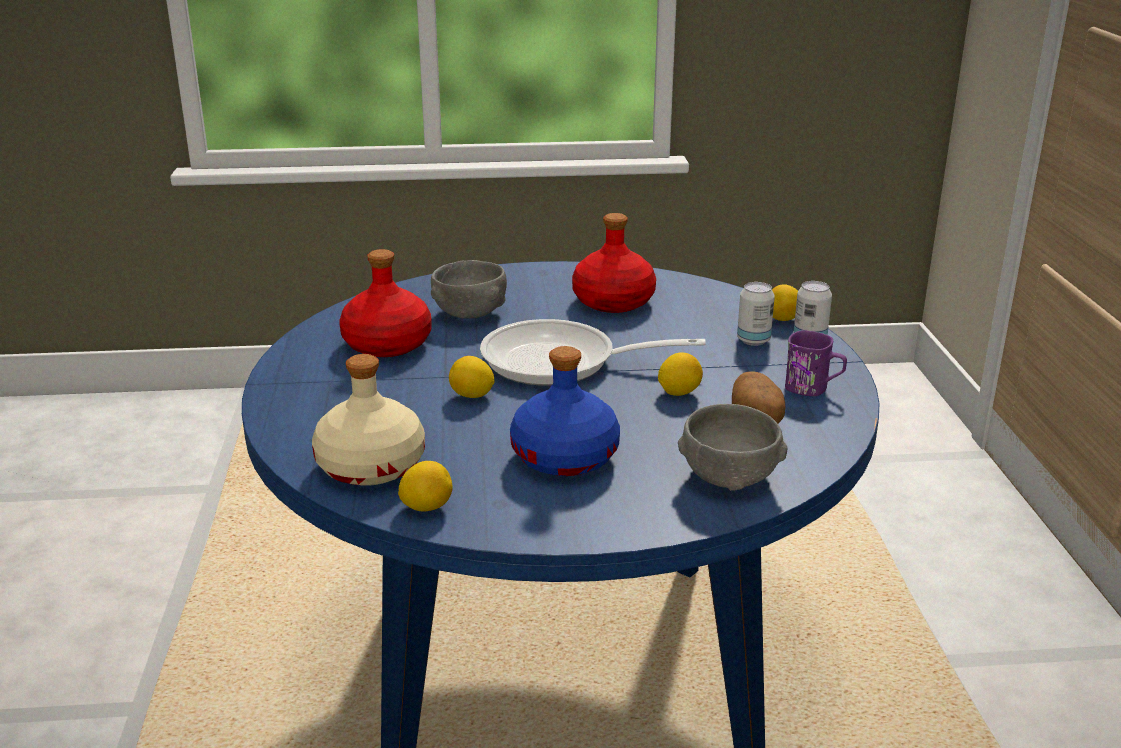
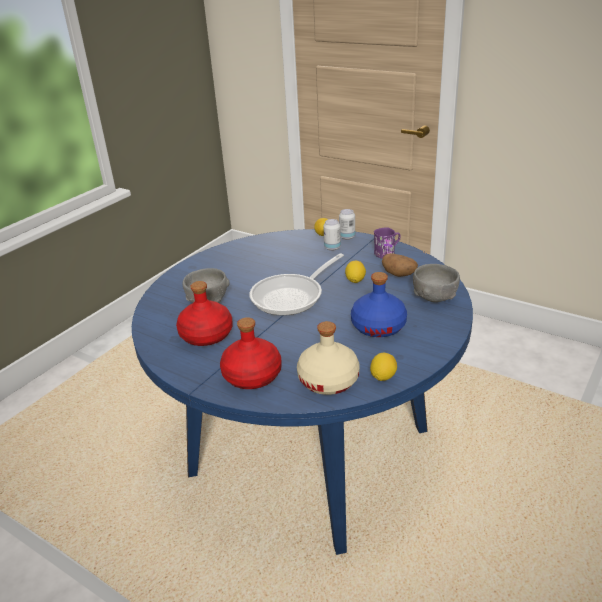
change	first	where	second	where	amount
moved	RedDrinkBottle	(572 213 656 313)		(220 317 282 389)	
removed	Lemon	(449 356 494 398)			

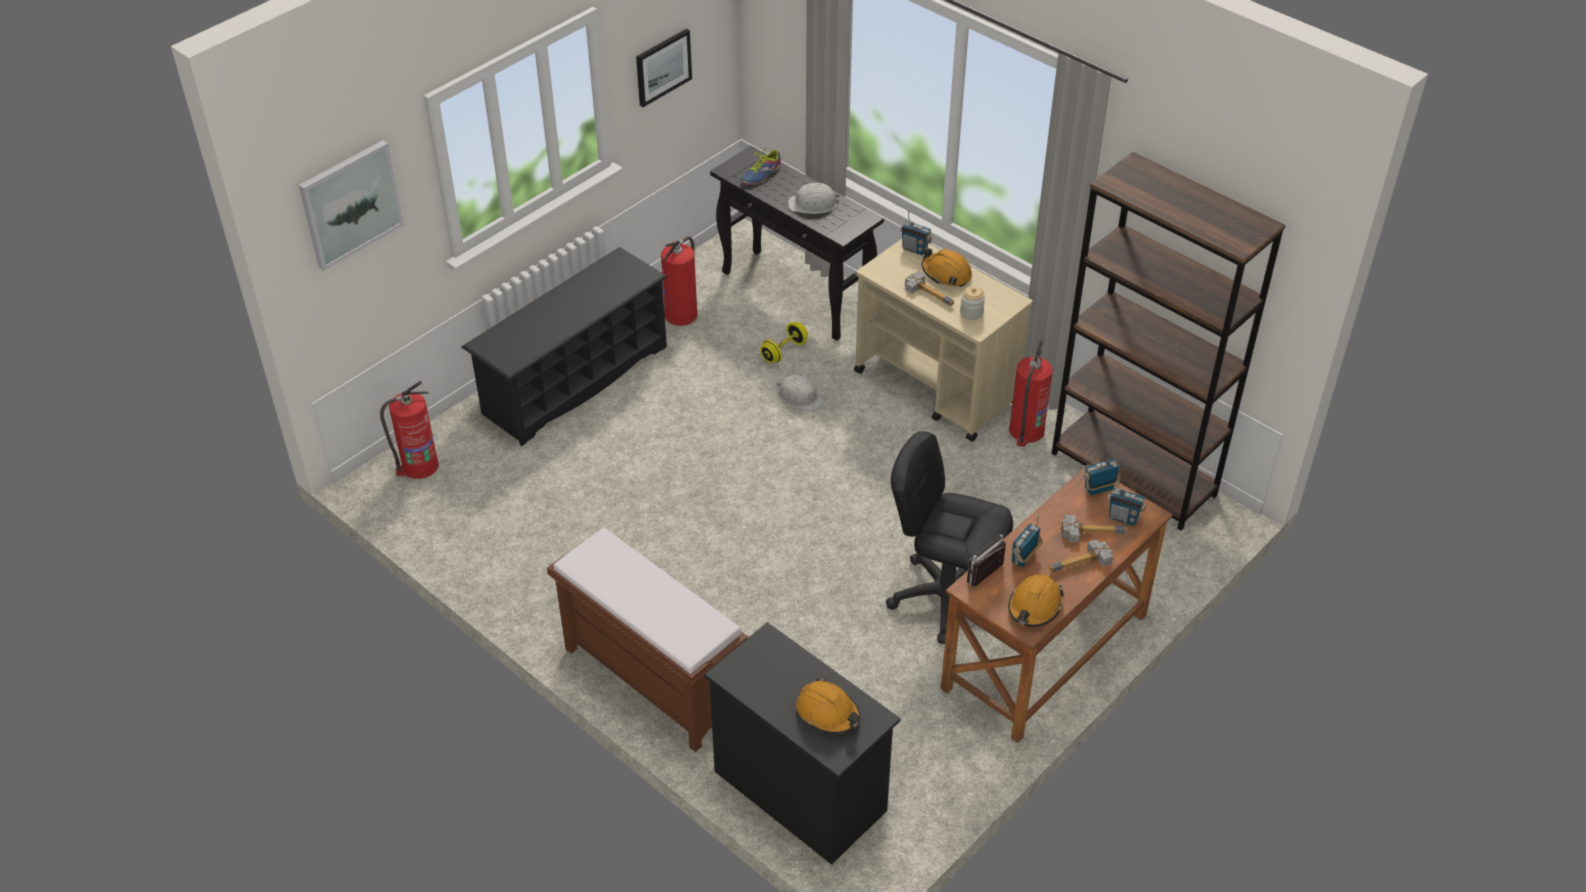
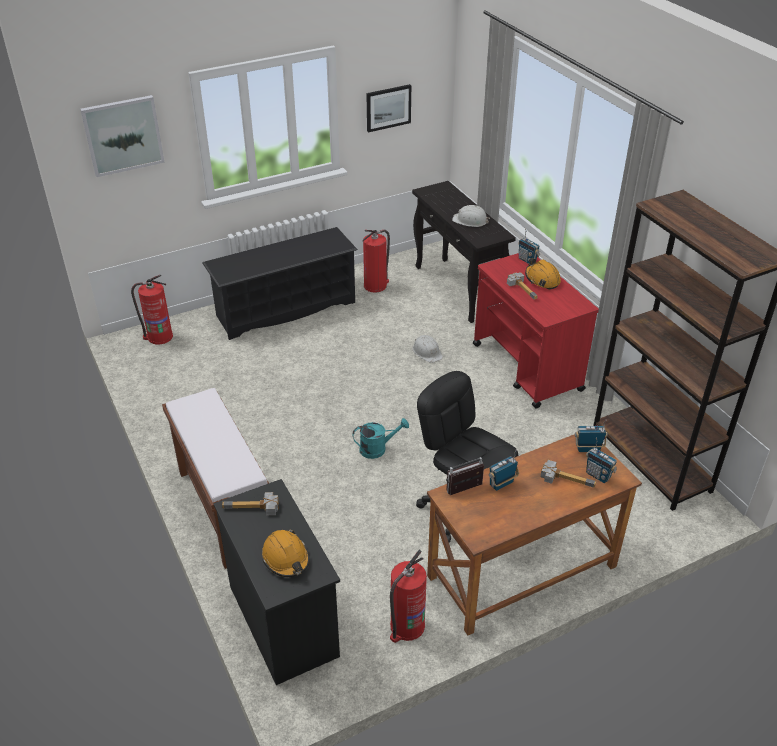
change	first	where	second	where	amount
moved	HandHammer	(1049 539 1114 572)		(222 492 279 515)	
added			TurquoiseSprinklingCan	(353 418 409 459)	
moved	FireExtinguisher	(1009 340 1053 447)		(390 550 427 643)	
recoloured	SandColouredCart	(854 239 1033 442)	RedCart	(473 253 599 409)	
removed	ItemOfFootwear	(741 146 781 185)			
removed	YellowColouredHandWeight	(760 322 808 363)			
removed	Jar	(960 286 985 320)			
removed	OrangeColouredSafetyHelmet	(1008 574 1064 627)			

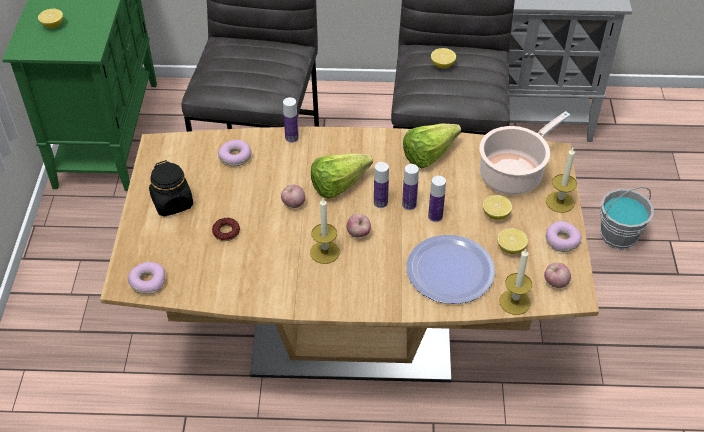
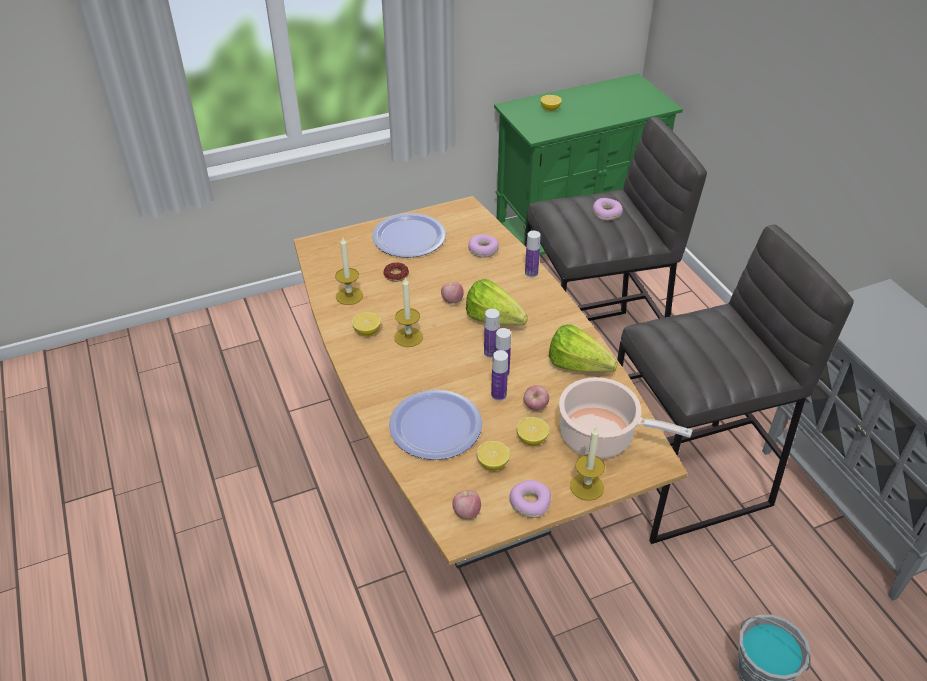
change	first	where	second	where	amount
moved	WaxCandle	(499 249 532 315)		(335 236 363 305)	
moved	Lemon	(431 48 456 68)		(352 312 381 335)	
replaced	BlackJar	(149 160 193 217)	FlatDish	(372 213 446 257)	
moved	WholeApple	(346 214 371 237)		(524 385 549 411)	
moved	Doughnut	(128 262 165 294)		(593 198 623 221)	

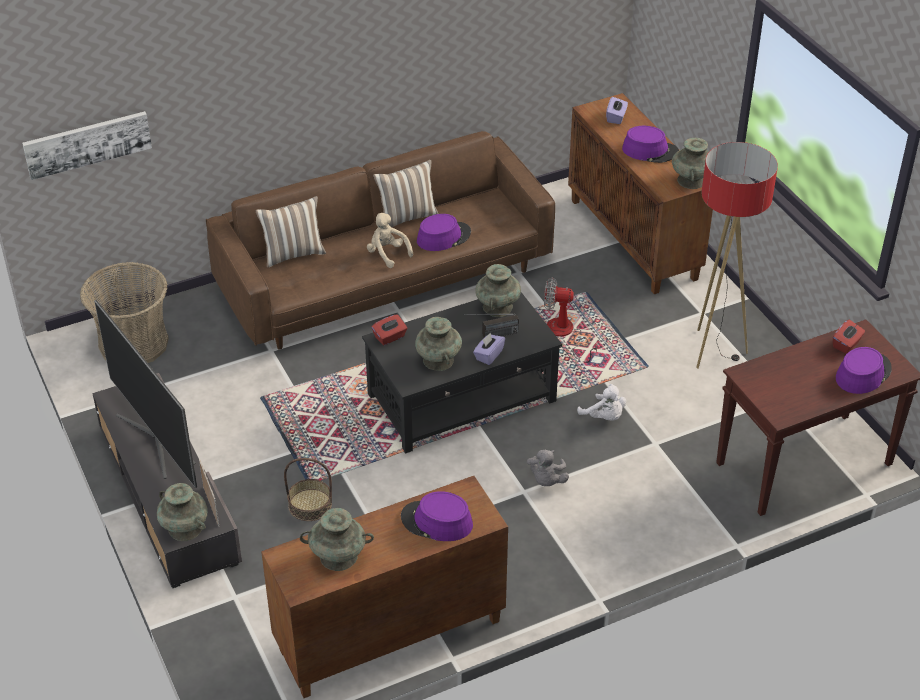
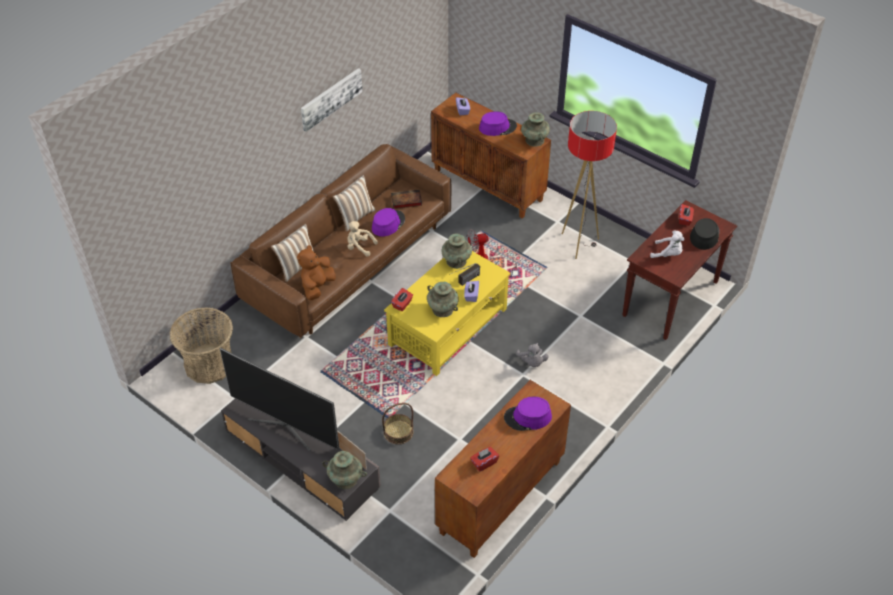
change	first	where	second	where	amount
added			BrownishCuddlyToy	(297 245 336 300)	
moved	WallArt	(22 111 152 180)		(301 68 363 132)	
recoloured	BlackCoffeeTable	(362 292 562 454)	YellowColouredCoffeeTable	(384 251 511 376)	
added			Book	(391 190 422 209)	
replaced	TurquoiseVase	(300 508 374 571)	RedTissueBox	(470 447 499 472)	
moved	WhitishCuddlyToy	(577 384 626 421)		(650 230 684 258)	
recoloured	PurpleColouredClothingHat	(836 347 892 394)	BlackClothingHat	(690 218 720 250)	

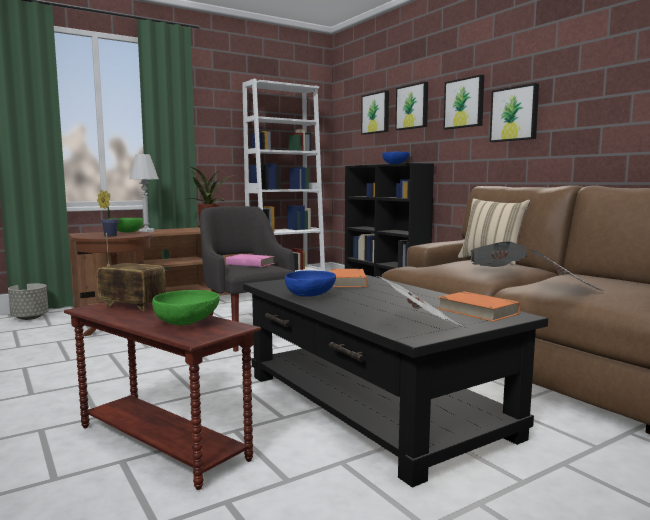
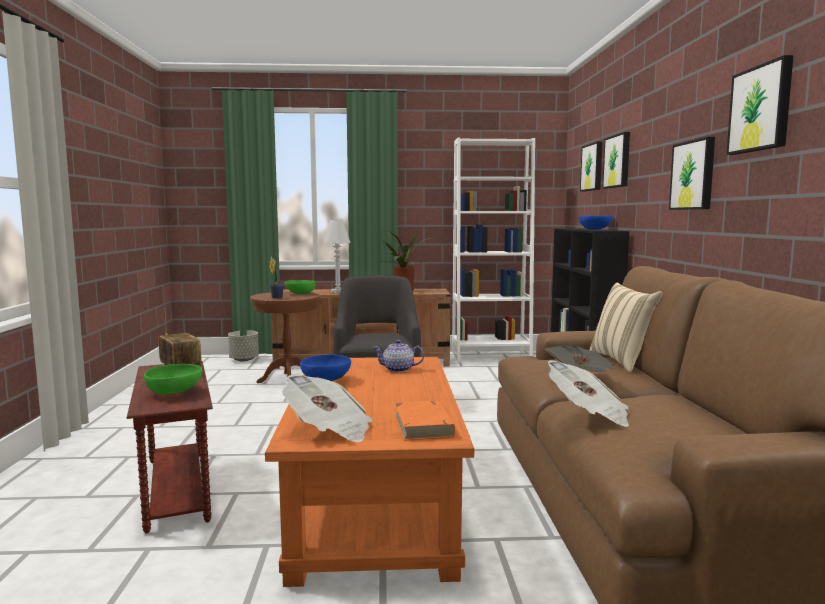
change	first	where	second	where	amount
recoloured	BlackCoffeeTable	(243 275 548 487)	OrangeColouredCoffeeTable	(265 357 475 587)	
replaced	OrangeColouredBook	(330 269 367 287)	TeaPot	(373 340 424 372)	
moved	WallArt	(443 75 484 129)		(726 55 794 155)	
removed	PinkishBook	(226 254 275 267)			

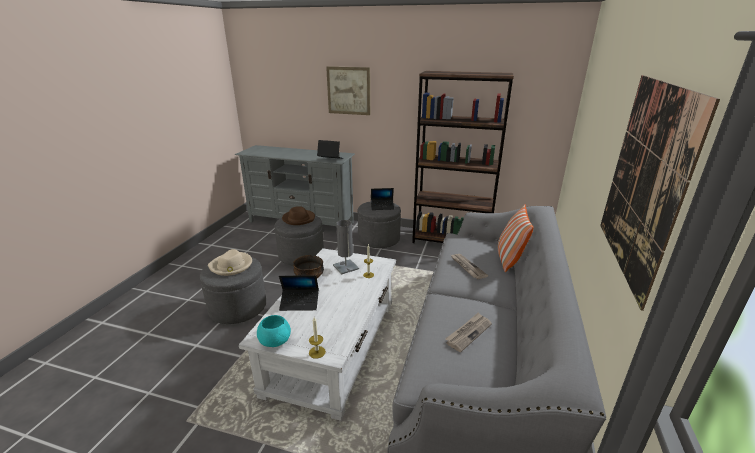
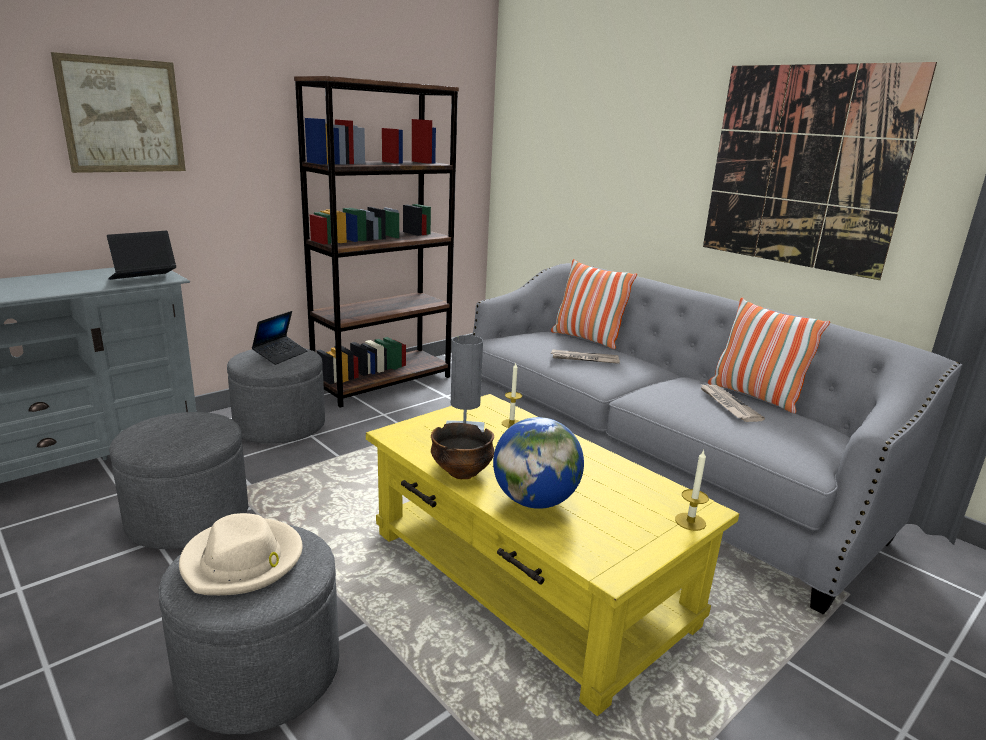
change	first	where	second	where	amount
recoloured	WhitishCoffeeTable	(239 248 396 421)	YellowColouredCoffeeTable	(366 394 739 716)	
replaced	PortableComputer	(279 275 319 311)	DeskGlobe	(493 417 584 509)	
added			ThrowPillow	(708 298 830 413)	
removed	TurquoiseDeepDish	(257 315 291 347)			
removed	BrownishClothingHat	(282 206 315 225)			

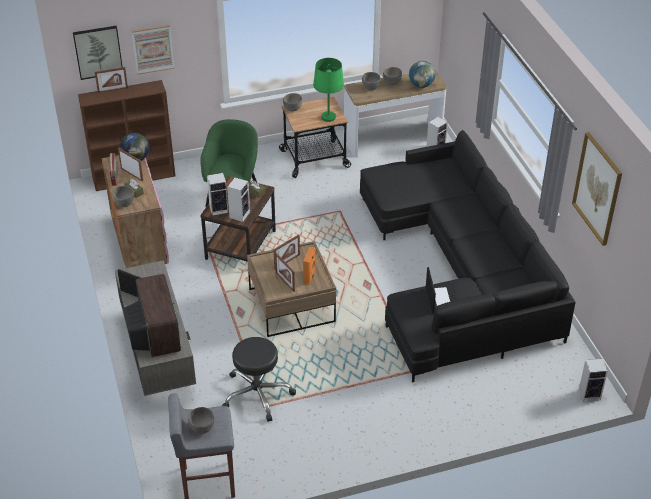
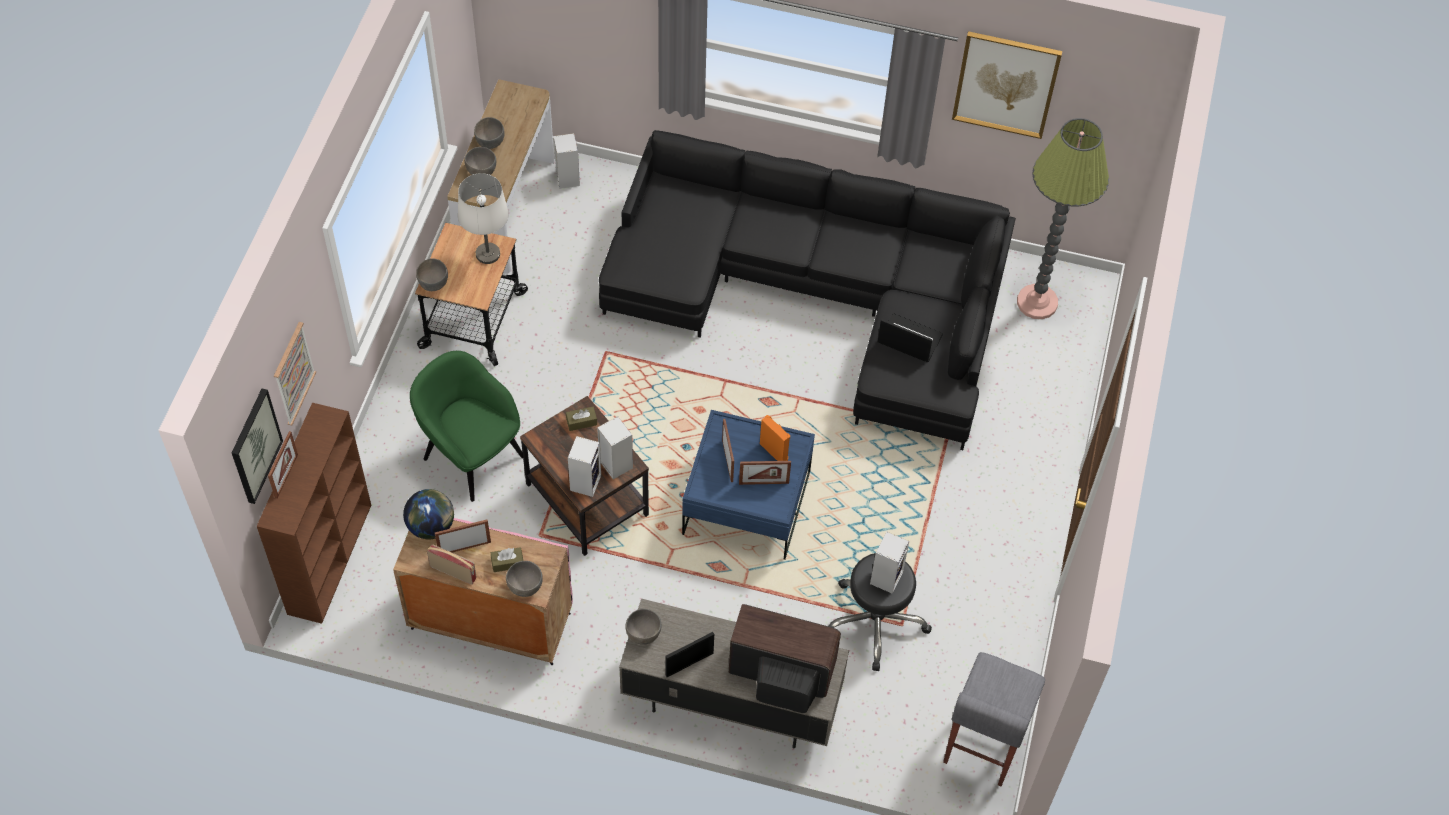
change	first	where	second	where	amount
recoloured	GreenColouredTabletopLamp	(313 58 344 122)	WhitishTabletopLamp	(458 173 509 264)	
moved	GreyishDeepDish	(188 407 214 434)		(625 609 662 645)	
recoloured	BrownishCoffeeTable	(247 241 336 337)	BlueCoffeeTable	(682 410 815 560)	
moved	Loudspeaker	(579 359 608 402)		(870 532 909 594)	
added			StandardLamp	(1017 118 1109 319)	
removed	DeskGlobe	(409 61 435 88)			

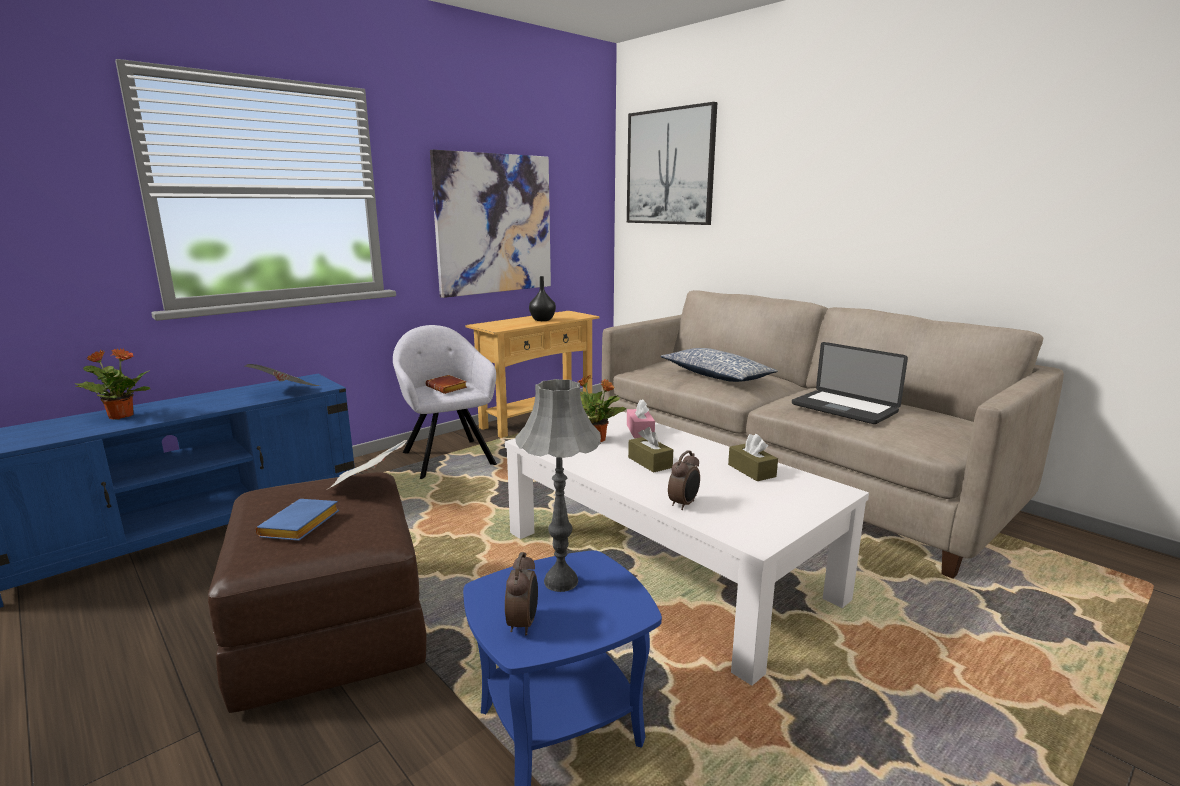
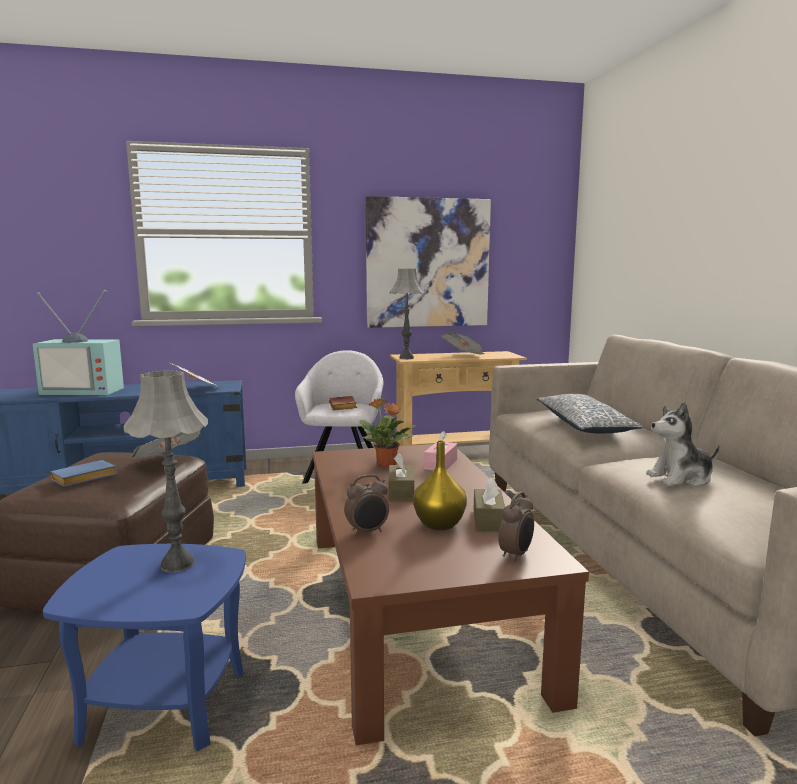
change	first	where	second	where	amount
replaced	PottedPlant	(75 348 150 419)	TvSet	(32 290 124 395)	
recoloured	WhitishCoffeeTable	(505 412 869 686)	BrownishCoffeeTable	(313 444 589 746)	
added			GreyishTabletopLamp	(390 269 425 359)	
added			YellowColouredVase	(413 440 467 530)	
replaced	BlackVase	(529 276 556 321)	Newspaper	(441 332 484 354)	
moved	AlarmClock	(505 552 538 636)		(498 492 534 562)	
replaced	PortableComputer	(792 342 908 424)	CuddlyToy	(646 402 720 487)	
removed	WallArt	(627 102 717 225)			

